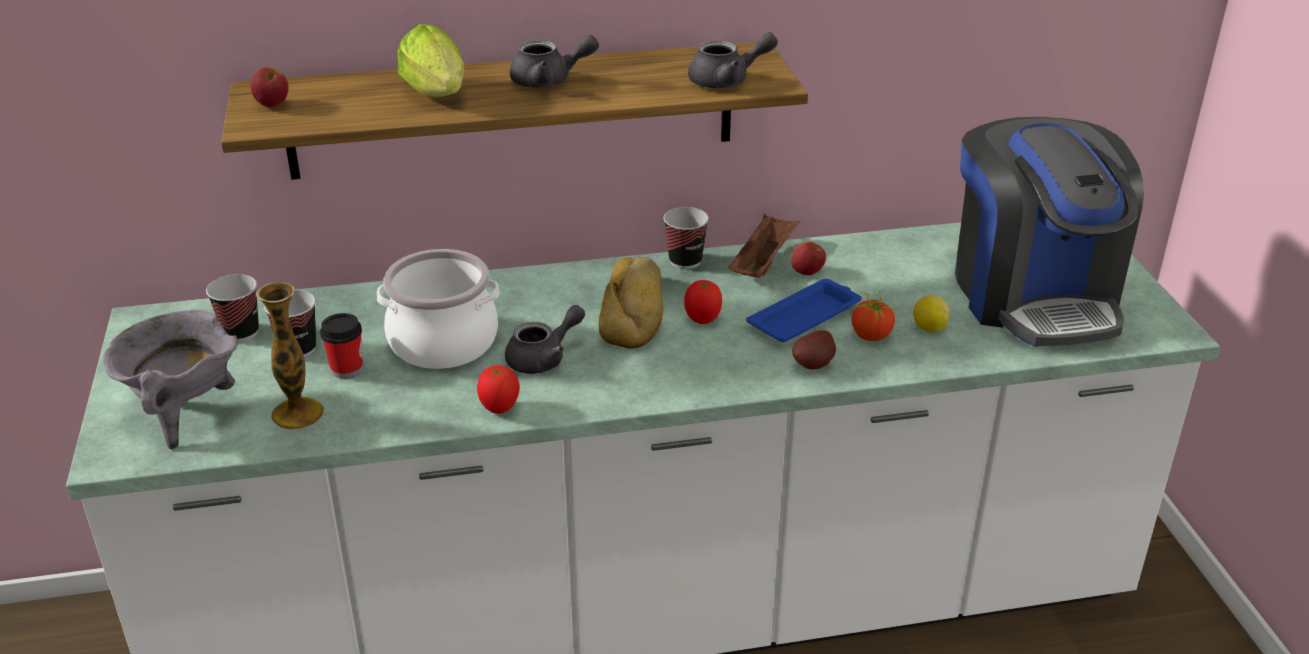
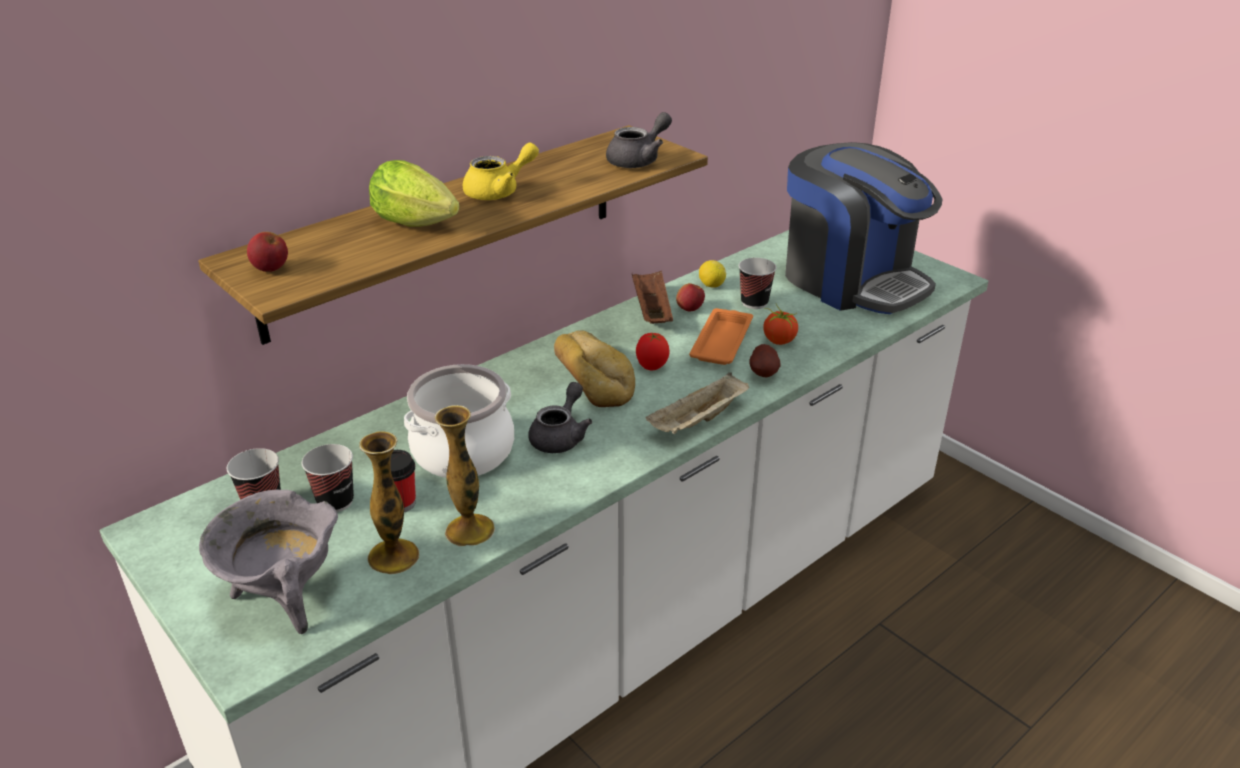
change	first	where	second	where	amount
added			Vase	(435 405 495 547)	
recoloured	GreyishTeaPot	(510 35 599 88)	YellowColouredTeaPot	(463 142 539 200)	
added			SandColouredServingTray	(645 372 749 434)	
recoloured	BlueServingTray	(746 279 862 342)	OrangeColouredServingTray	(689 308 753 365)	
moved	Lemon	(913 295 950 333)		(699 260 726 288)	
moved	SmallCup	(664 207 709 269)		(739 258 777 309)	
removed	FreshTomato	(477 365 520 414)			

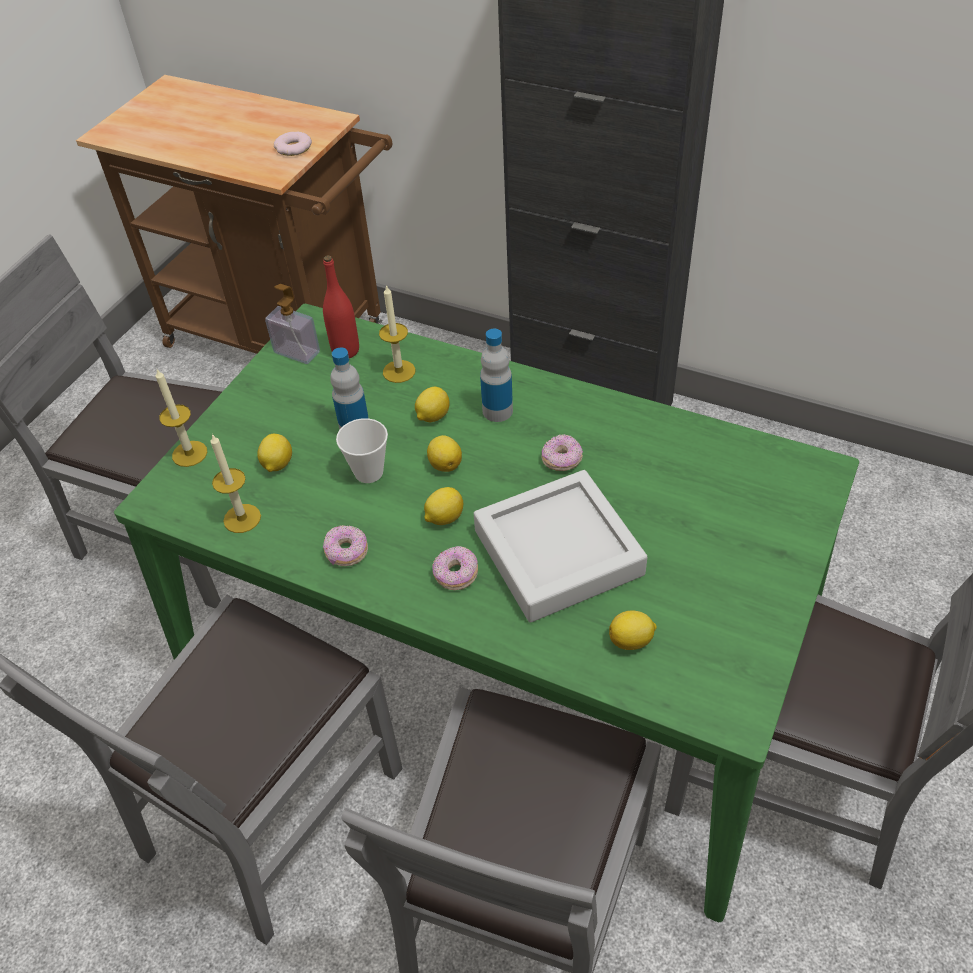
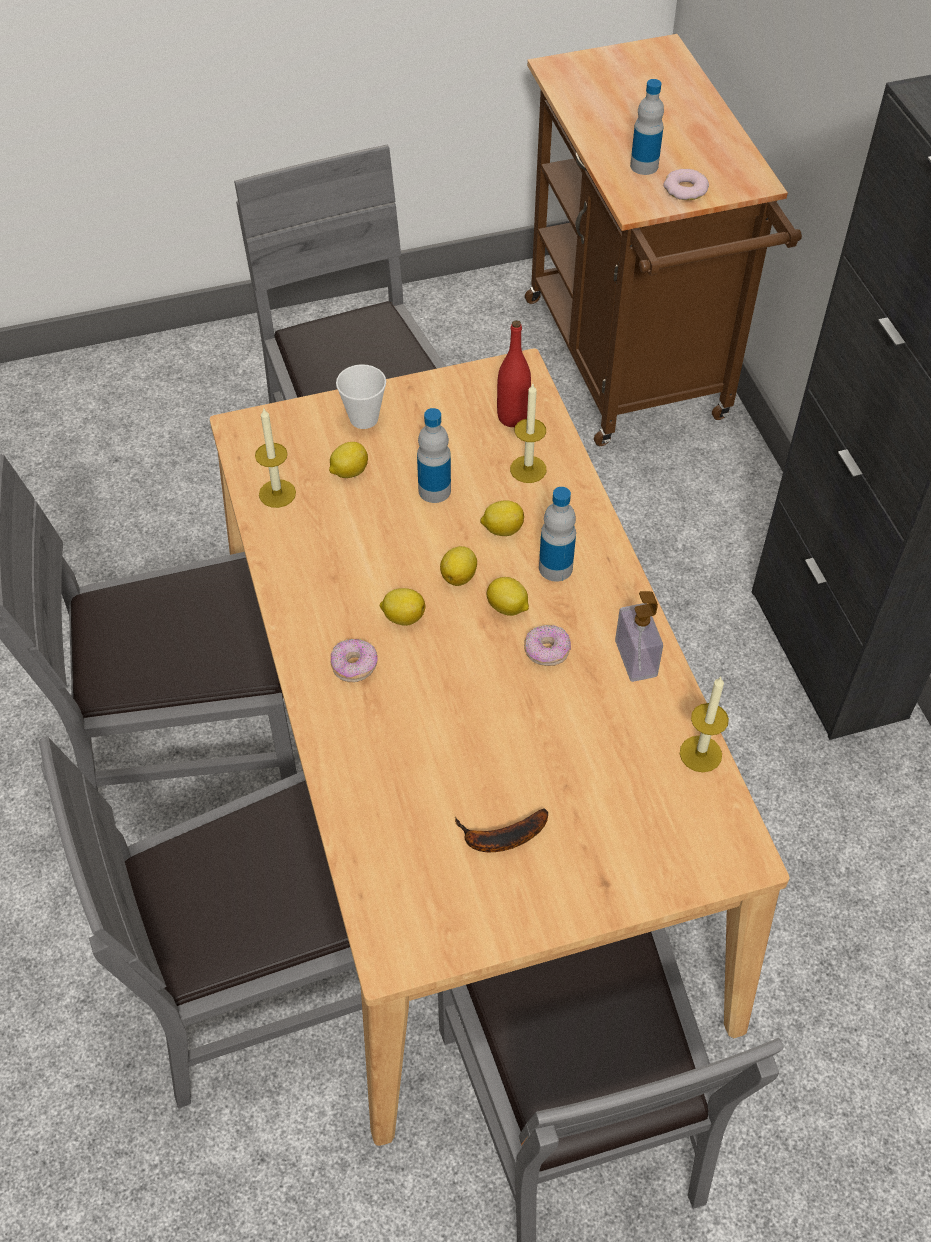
change	first	where	second	where	amount
recoloured	GreenColouredDiningTable	(114 304 859 922)	SandColouredDiningTable	(210 348 790 1146)	
moved	SmallCup	(336 418 388 483)		(336 364 386 429)	
added			WholeBanana	(455 808 548 852)	
moved	Lemon	(609 611 657 650)		(487 577 529 616)	
moved	SoapBottle	(265 284 320 364)		(615 591 663 682)	
added			DrinkBottle	(630 79 664 175)	
moved	WaxCandle	(156 369 207 467)		(680 676 729 772)	
removed	Doughnut	(323 525 368 566)			
removed	GreyishServingTray	(474 470 647 623)			

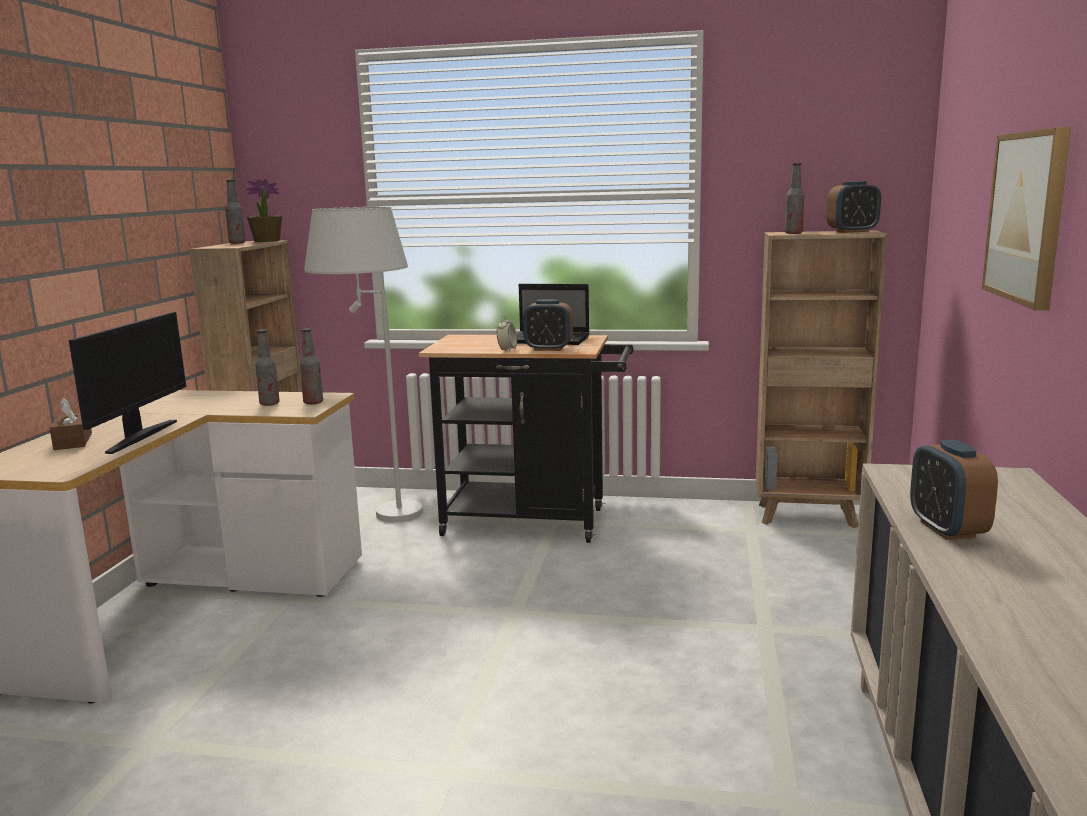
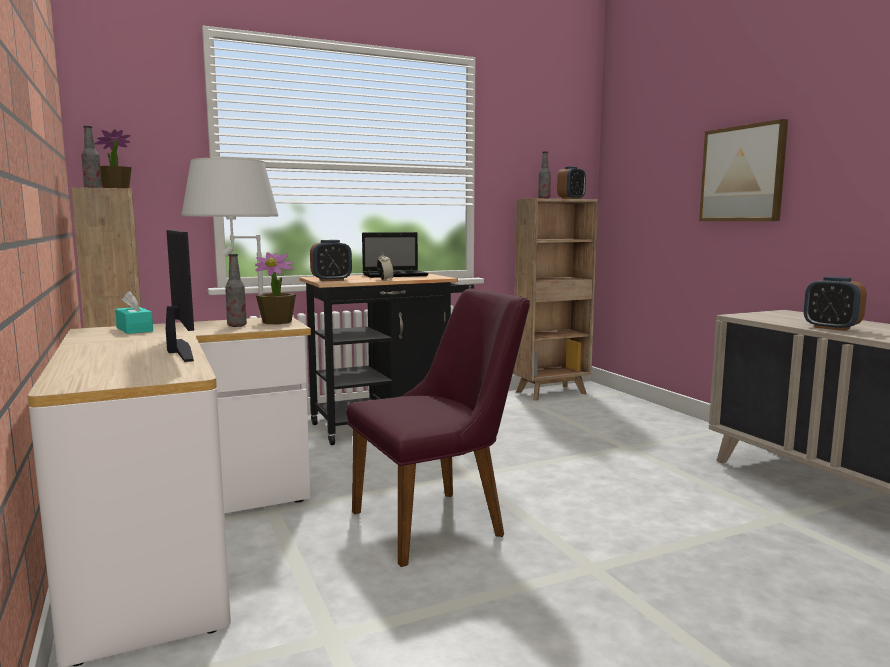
change	first	where	second	where	amount
added			TurquoiseTissueBox	(115 291 153 334)	
replaced	DrinkBottle	(300 328 323 405)	PottedPlant	(255 252 296 324)	
moved	AlarmClock	(523 299 573 351)		(310 240 352 281)	
added			PurpleColouredUprightChair	(346 288 530 567)	
removed	BrownishTissueBox	(50 398 92 450)			

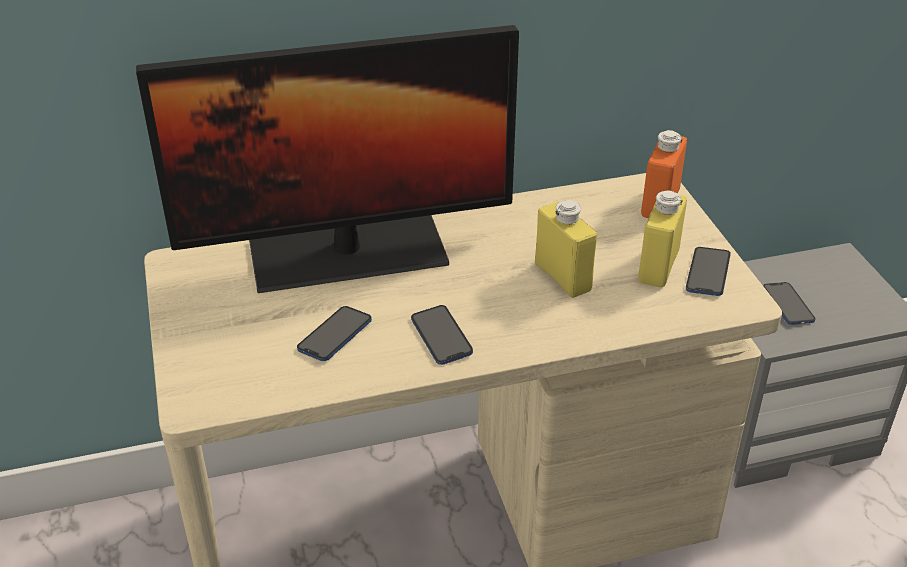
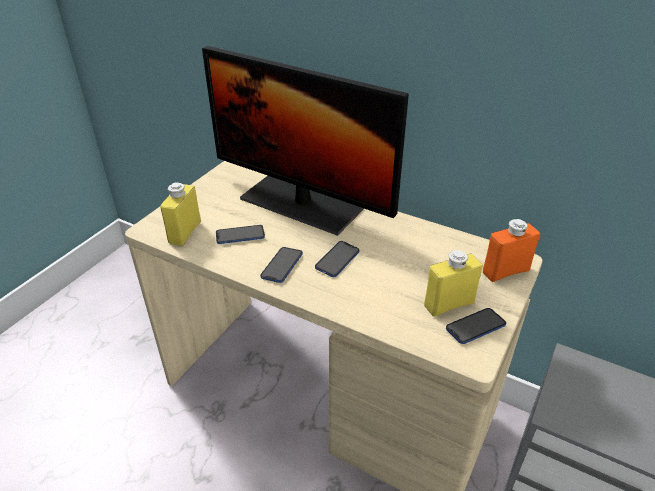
change	first	where	second	where	amount
moved	YellowColouredDrinkBottle	(535 200 597 298)		(160 182 201 246)	
moved	Telephone	(763 282 816 325)		(315 241 359 277)	

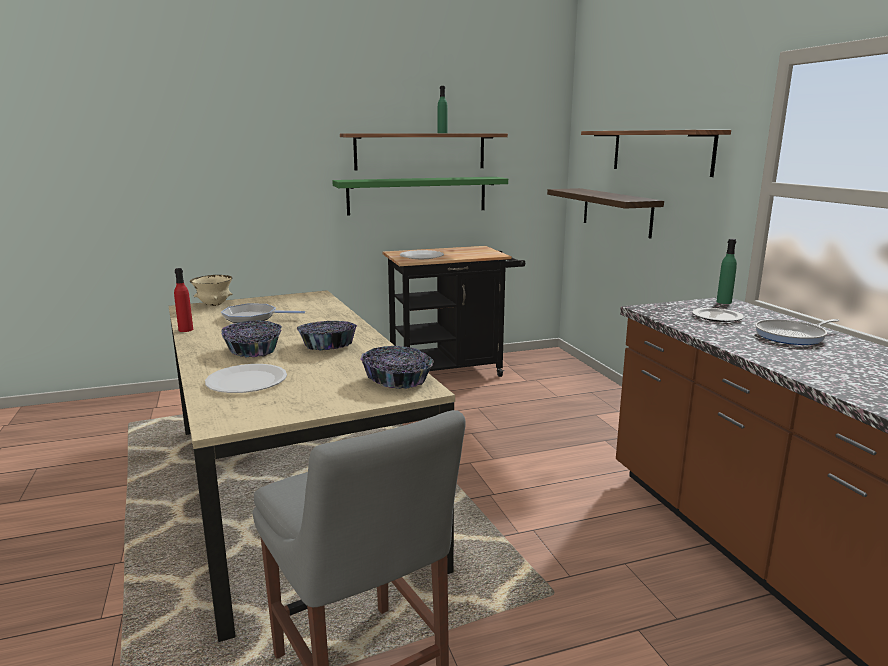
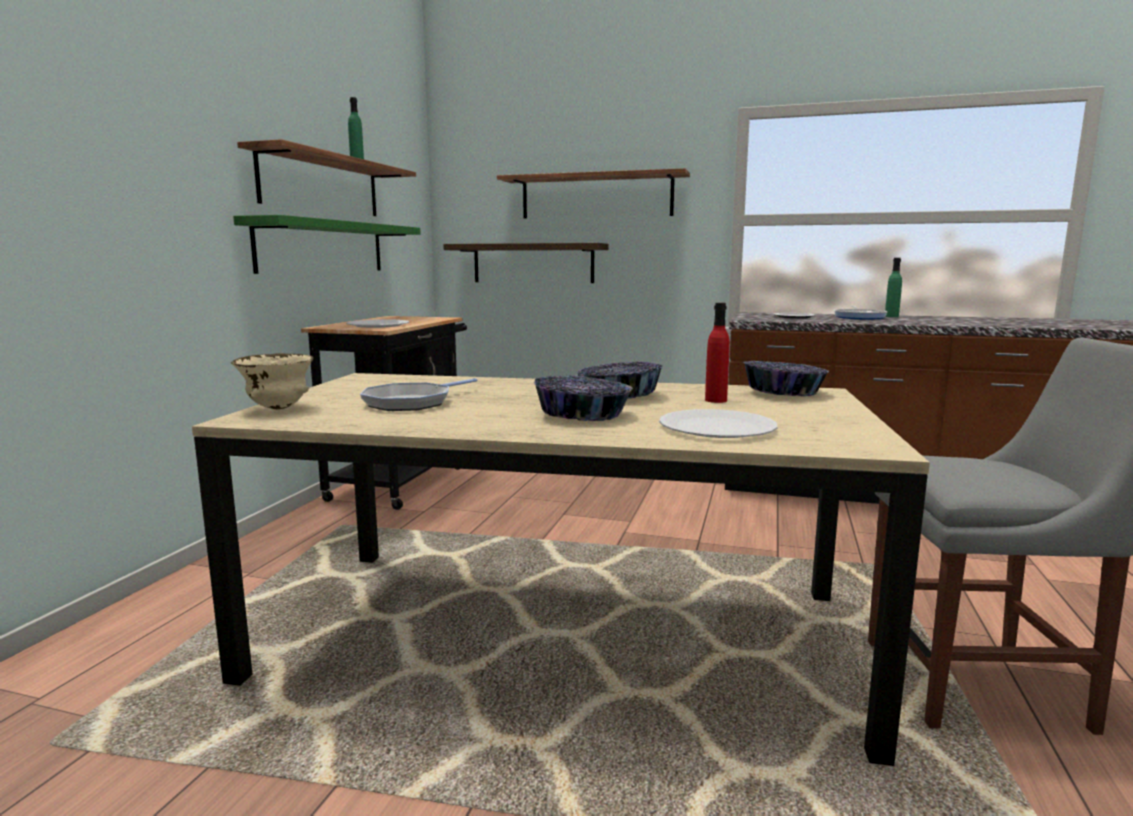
change	first	where	second	where	amount
moved	RedDrinkBottle	(174 268 193 332)		(705 303 730 403)	
moved	GreenColouredDrinkBottle	(716 239 737 304)		(885 258 902 317)	

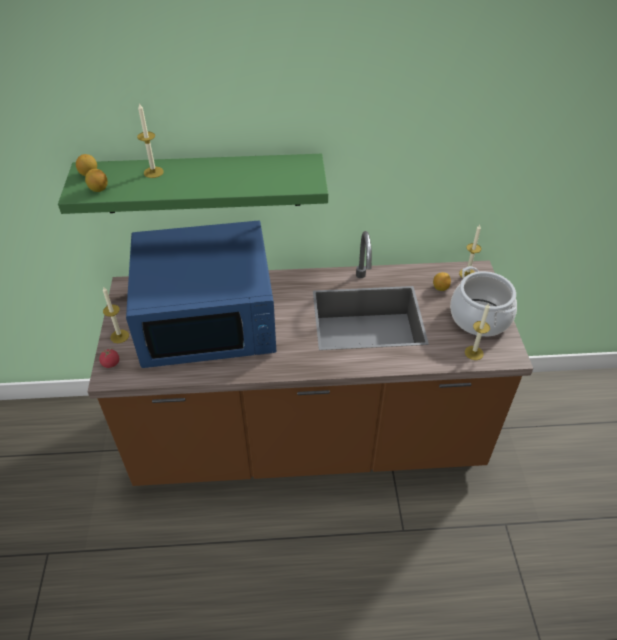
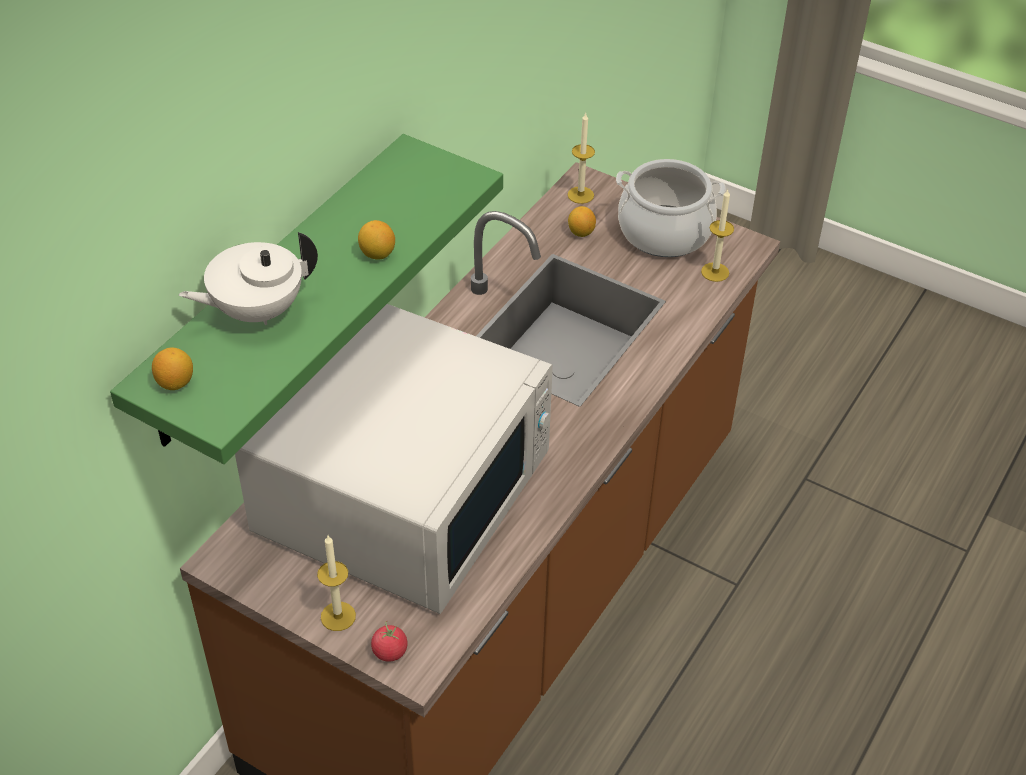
change	first	where	second	where	amount
replaced	WaxCandle	(137 103 164 178)	WhitishTeaPot	(179 232 318 325)	
recoloured	BlueMicrowaveOven	(126 221 276 368)	WhitishMicrowaveOven	(235 304 553 614)	
moved	Lemon	(85 169 108 192)		(358 220 395 259)	

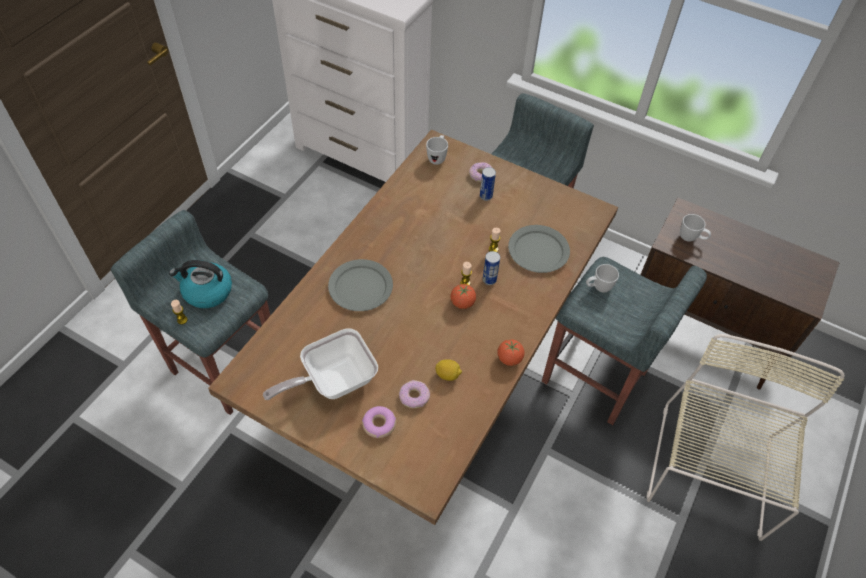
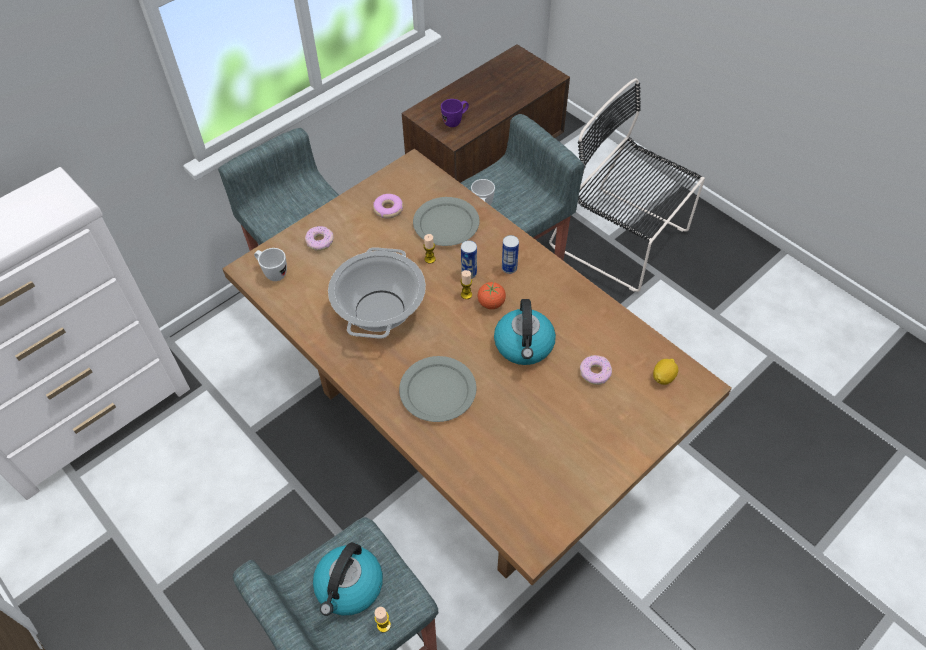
change	first	where	second	where	amount
added			Stockpot	(328 247 426 338)	
moved	Doughnut	(362 406 396 438)		(373 194 403 219)	
recoloured	WhitishTeaMug	(680 214 711 242)	PurpleColouredTeaMug	(441 99 469 127)	
added			Kettle	(494 299 556 365)	
moved	SealedCan	(480 167 496 201)		(502 235 519 274)	
recoloured	SandColouredUprightChair	(646 334 845 541)	BlackUprightChair	(549 78 705 292)	
moved	Lemon	(435 359 462 381)		(653 359 678 385)	
removed	FryingPan	(263 328 378 400)			
removed	FreshTomato	(497 339 524 366)			

